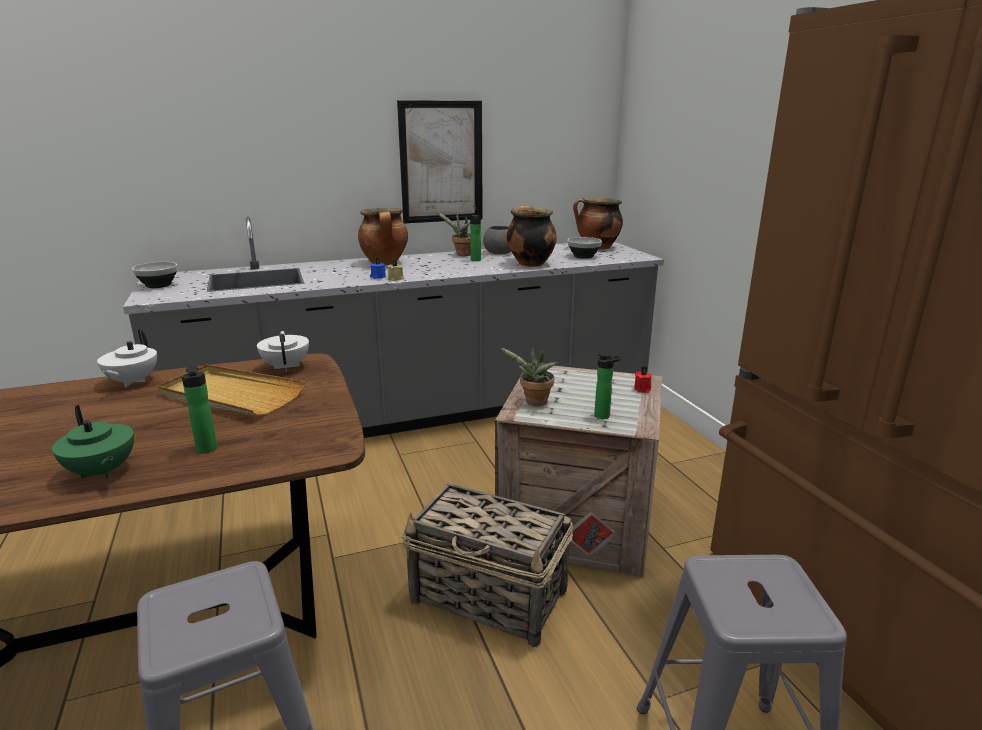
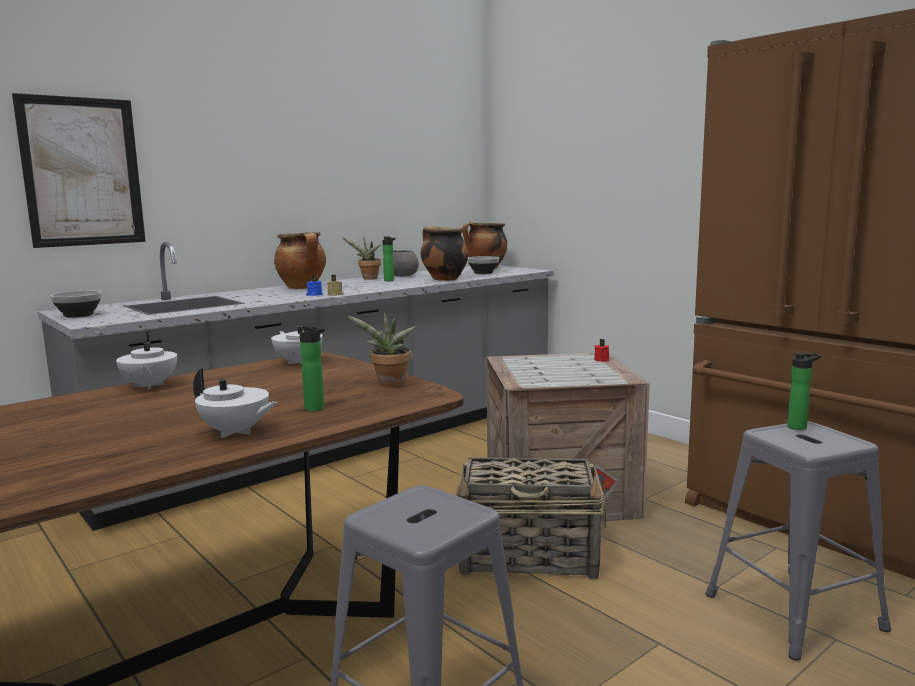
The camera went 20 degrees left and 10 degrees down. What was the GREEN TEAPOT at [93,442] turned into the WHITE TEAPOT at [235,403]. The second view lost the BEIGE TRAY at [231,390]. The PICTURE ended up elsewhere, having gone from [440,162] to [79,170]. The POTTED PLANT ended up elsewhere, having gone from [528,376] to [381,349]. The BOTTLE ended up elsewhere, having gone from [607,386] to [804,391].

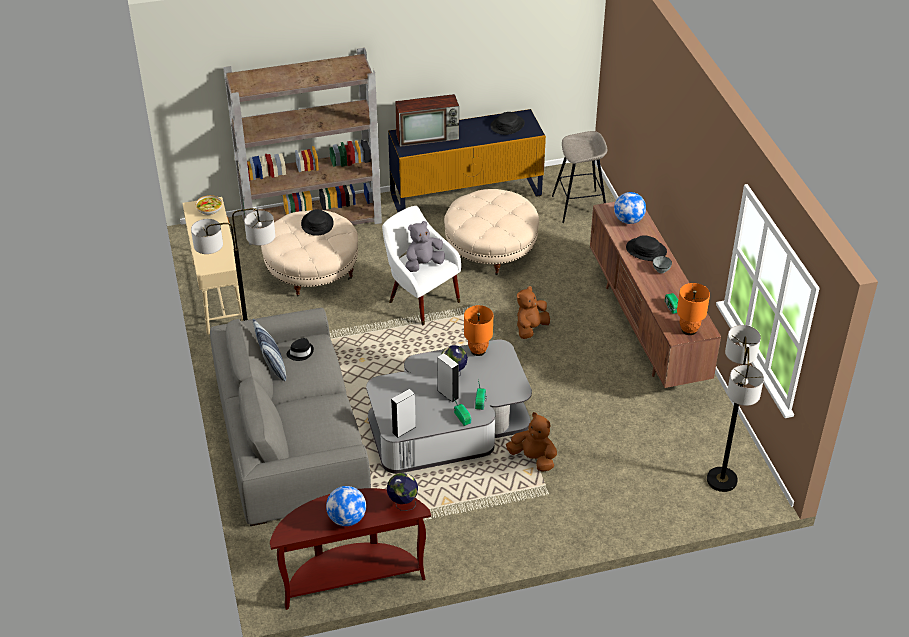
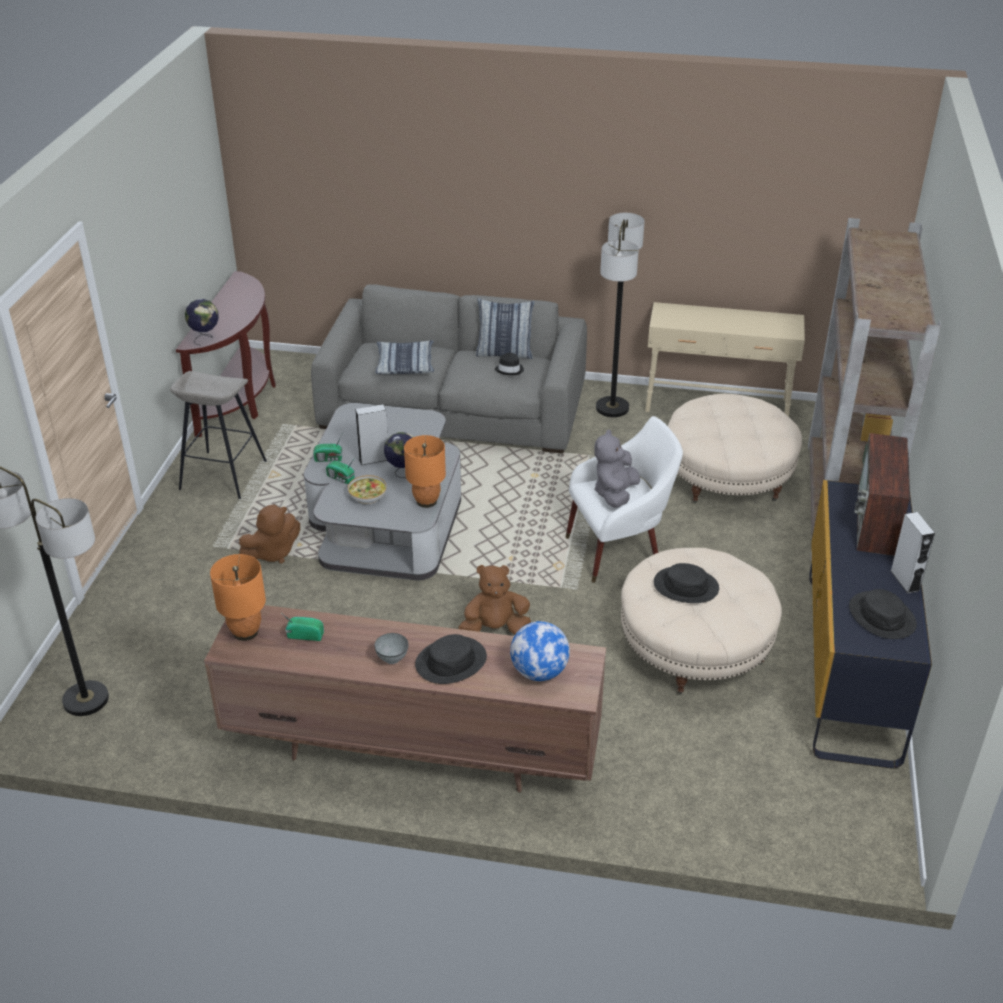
The camera went 115 degrees right and 5 degrees down. The BOWL ended up elsewhere, having gone from [209,205] to [367,489]. The BLACK HAT ended up elsewhere, having gone from [317,222] to [686,583]. The second view lost the GLOBE at [346,506]. The GREY SPEAKER ended up elsewhere, having gone from [403,413] to [913,552]. The GREY PLUSH TOY at [425,246] ended up facing another way, 150 degrees counterclockwise from before. The BROWN PLUSH TOY at [533,312] ended up facing another way, 75 degrees counterclockwise from before. The GREY STOOL ended up elsewhere, having gone from [579,177] to [218,435]. The second view gained the PILLOW at [404,357].

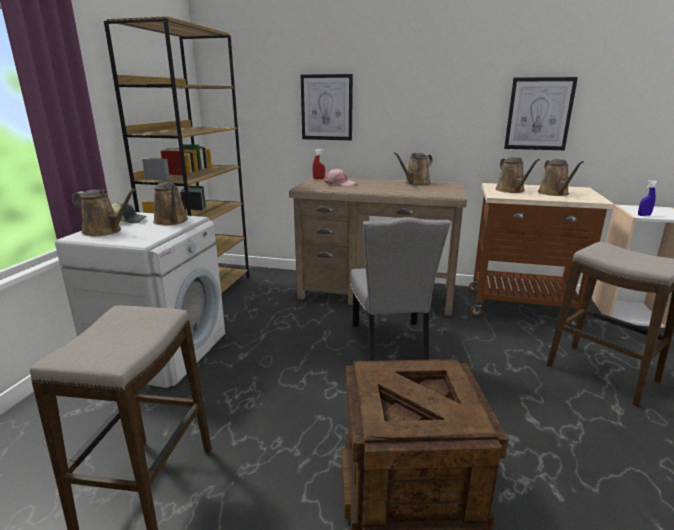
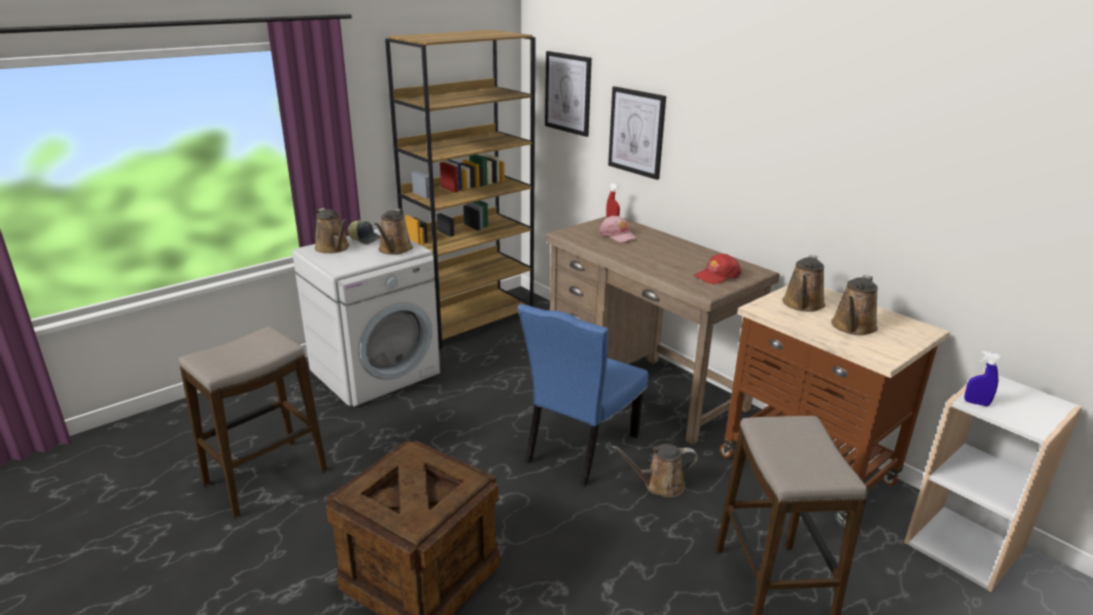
The camera went 35 degrees right and 5 degrees up. What was the GREY CHAIR at [400,289] turned into the BLUE CHAIR at [583,395]. The BROWN WATERING CAN ended up elsewhere, having gone from [413,169] to [655,470]. The PICTURE ended up elsewhere, having gone from [541,113] to [568,94]. The second view gained the RED CAP at [718,269].

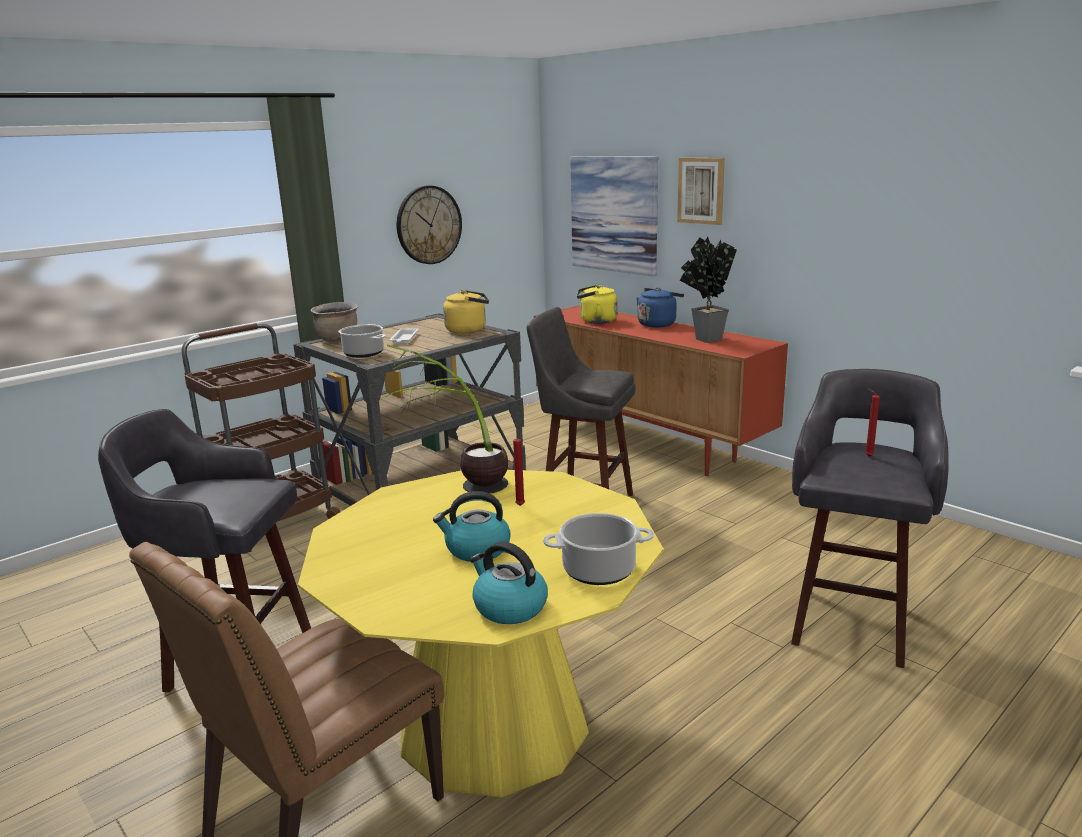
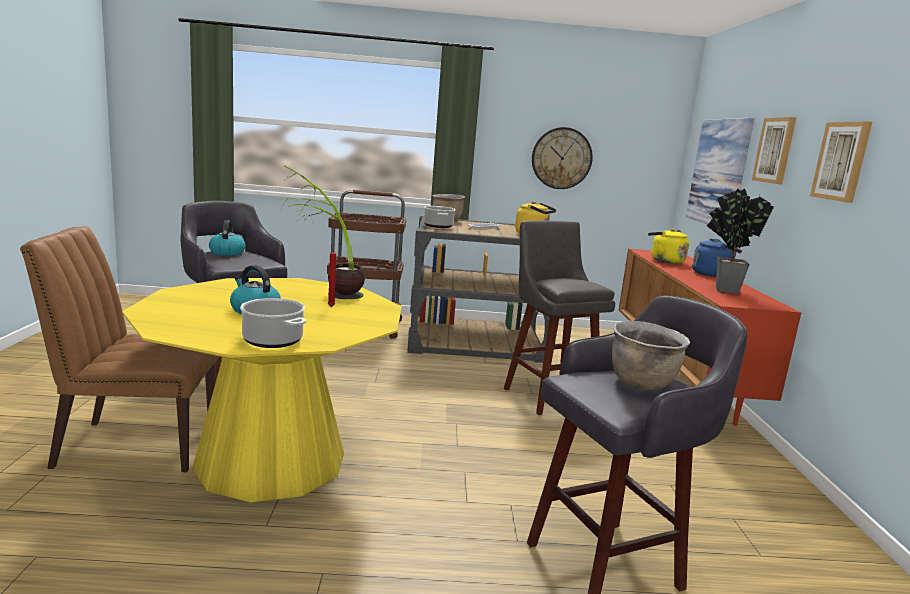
The camera went 40 degrees right and 5 degrees down. The KETTLE ended up elsewhere, having gone from [509,582] to [227,238]. Where the RED CANDLE stood at [872,423], the BROWN COOKING POT came to stand at [651,355]. The second view gained the PICTURE at [841,162].

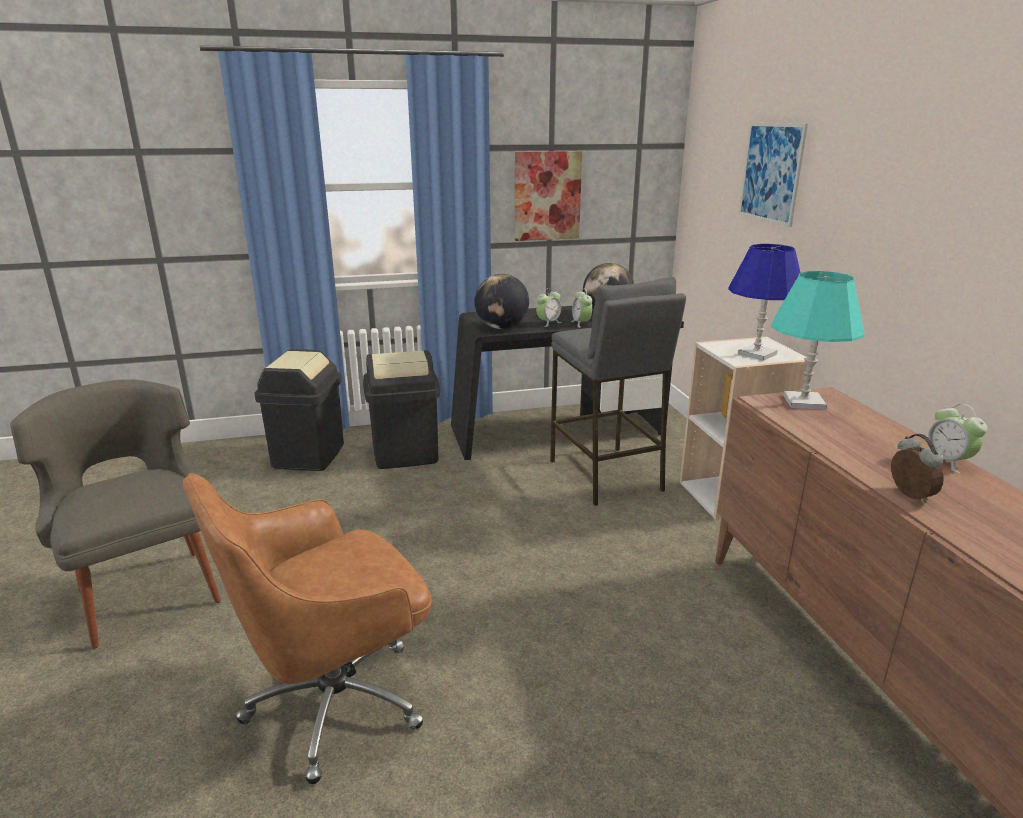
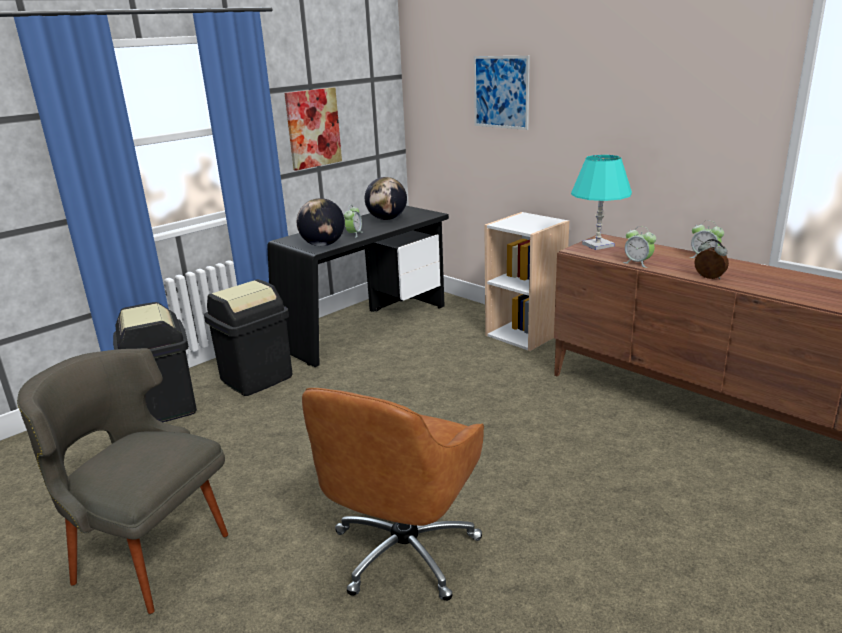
The camera went 30 degrees left and 0 degrees up. The second view lost the GREY STOOL at [618,391]. The ALARM CLOCK ended up elsewhere, having gone from [581,308] to [639,247]. The second view lost the BLUE TABLE LAMP at [764,302].

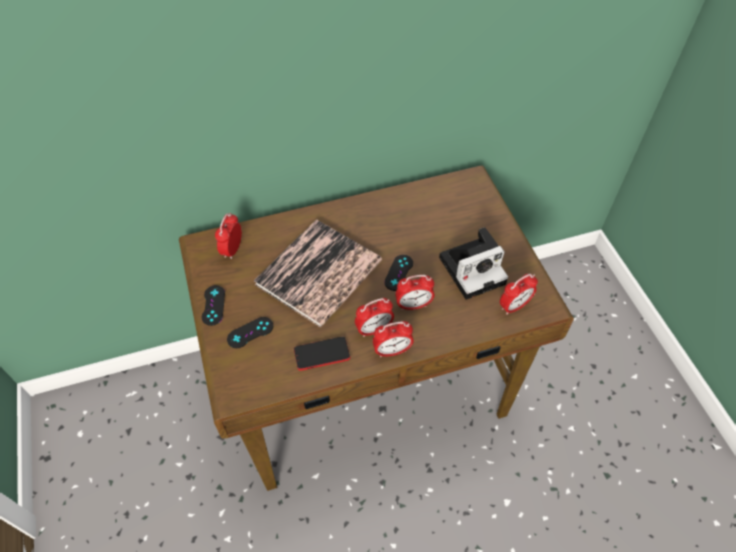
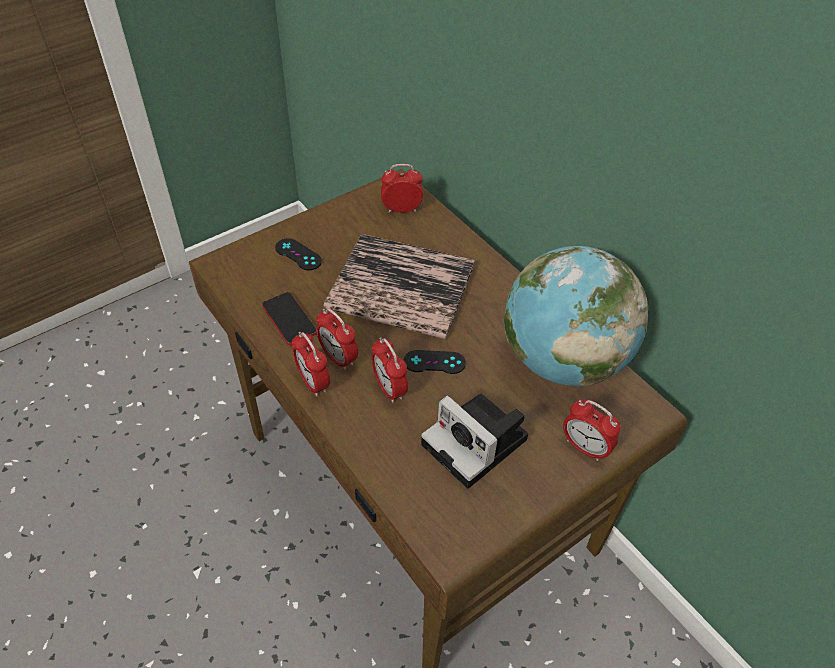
The camera went 70 degrees right and 5 degrees down. The second view lost the BLACK GAME CONTROLLER at [213,305]. The ALARM CLOCK ended up elsewhere, having gone from [519,294] to [592,430]. The second view gained the GLOBE at [576,316].

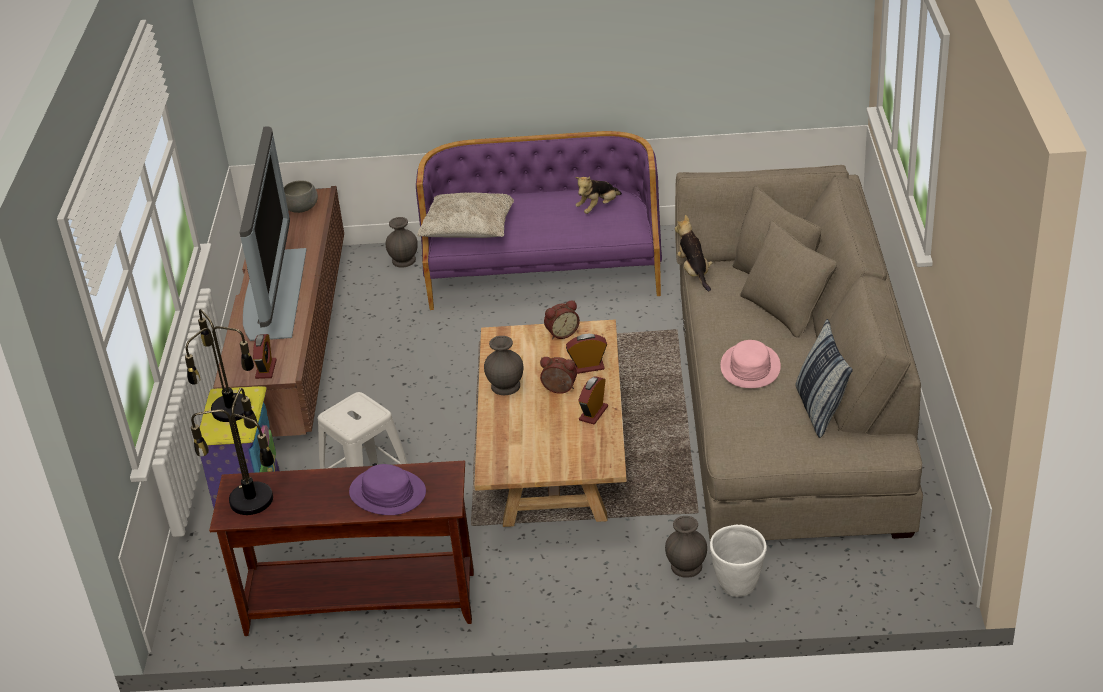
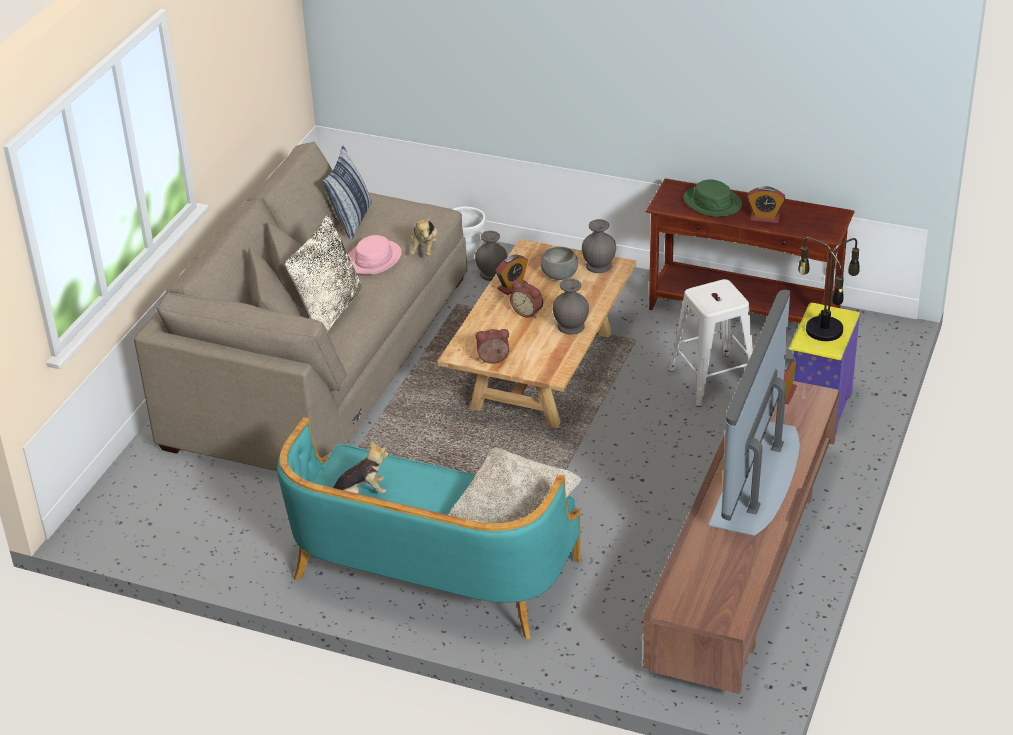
The camera went 160 degrees left and 0 degrees up. The second view lost the TABLE LAMP at [232,451]. The GREY BOWL ended up elsewhere, having gone from [301,197] to [559,263]. What was the PURPLE HAT at [387,489] turned into the GREEN HAT at [713,198]. The GREY VASE ended up elsewhere, having gone from [401,242] to [599,246]. What was the PURPLE SOFA at [539,220] turned into the TURQUOISE SOFA at [429,528]. The ALARM CLOCK ended up elsewhere, having gone from [586,354] to [766,204]. The PLUSH TOY ended up elsewhere, having gone from [694,253] to [423,236]. The second view gained the BEIGE PILLOW at [323,273].

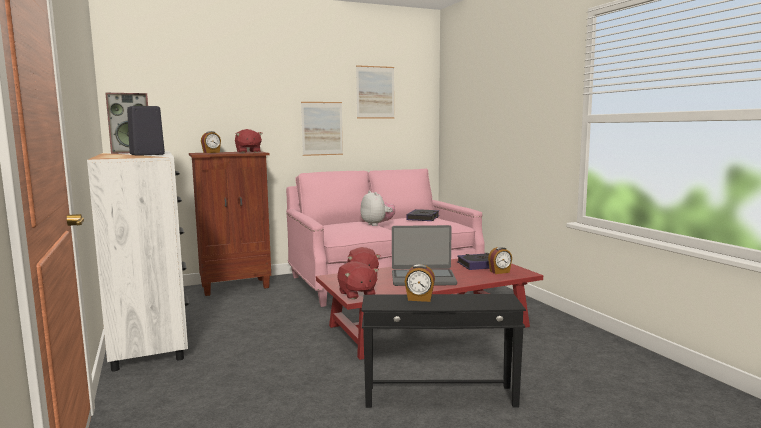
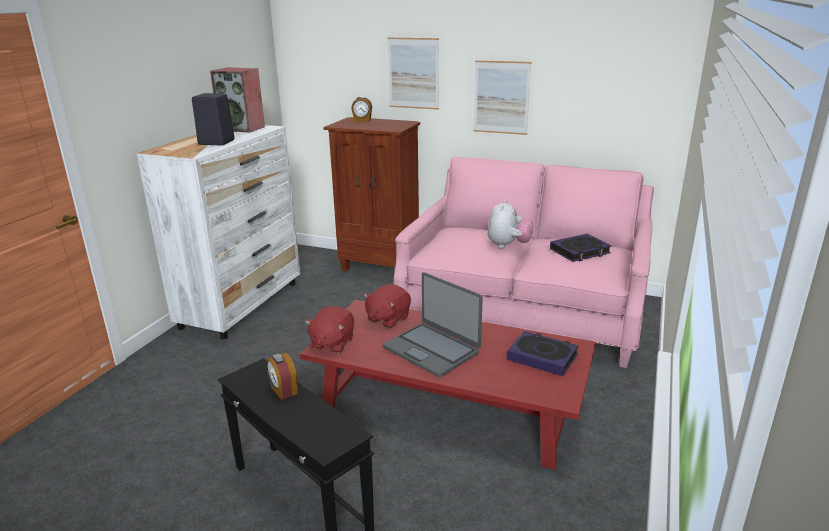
The camera went 45 degrees right and 15 degrees up. The second view lost the RED PLUSH TOY at [249,141]. The PICTURE ended up elsewhere, having gone from [375,92] to [413,73]. The second view lost the ALARM CLOCK at [500,260].

